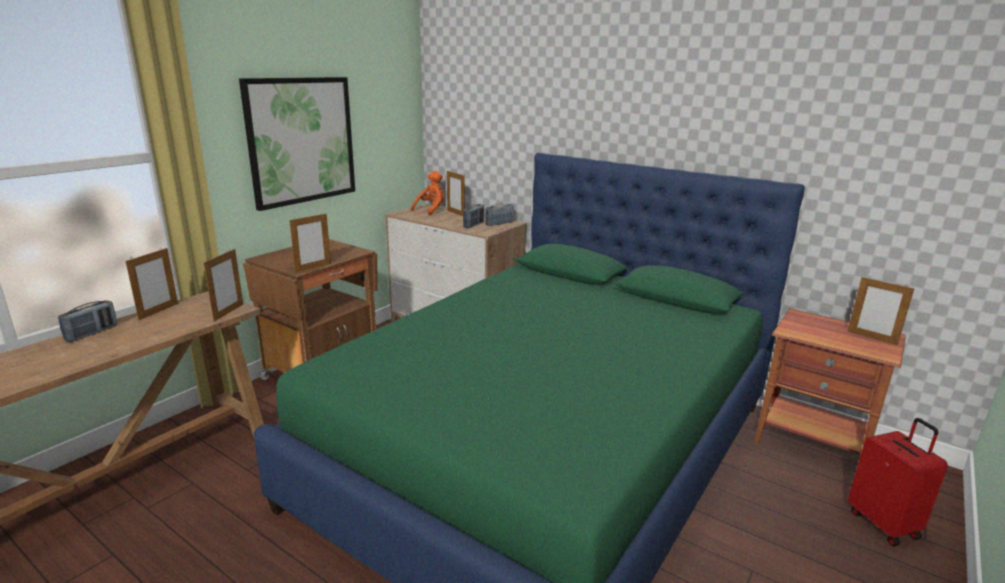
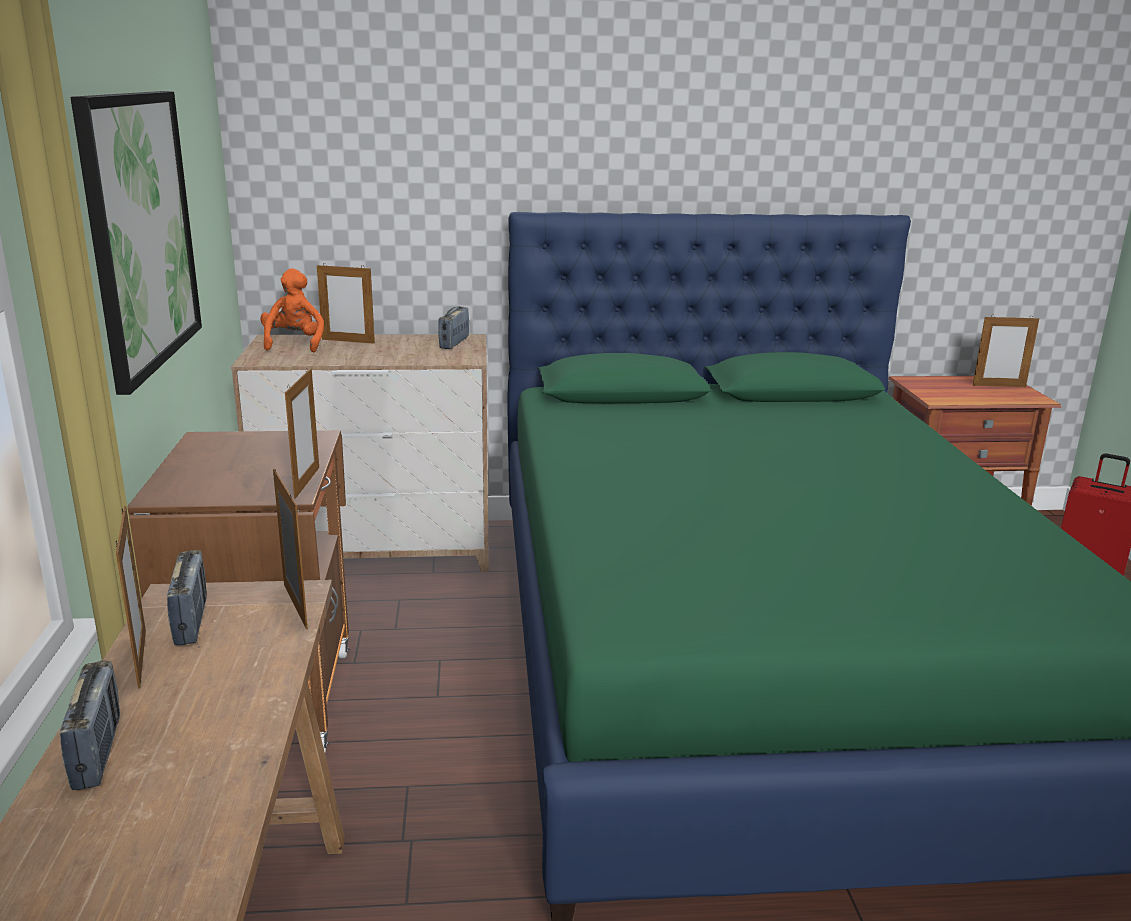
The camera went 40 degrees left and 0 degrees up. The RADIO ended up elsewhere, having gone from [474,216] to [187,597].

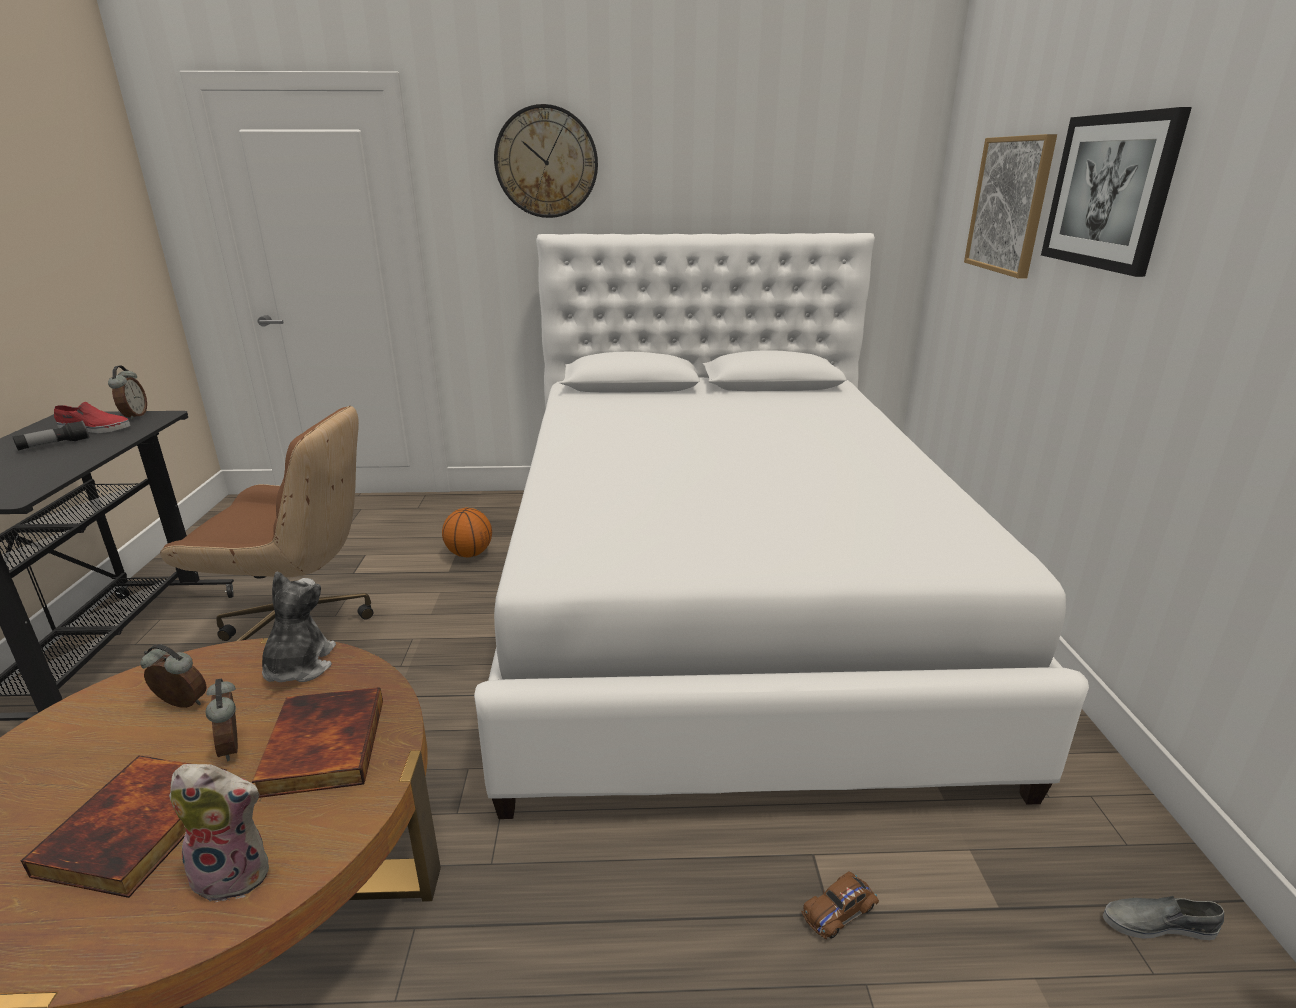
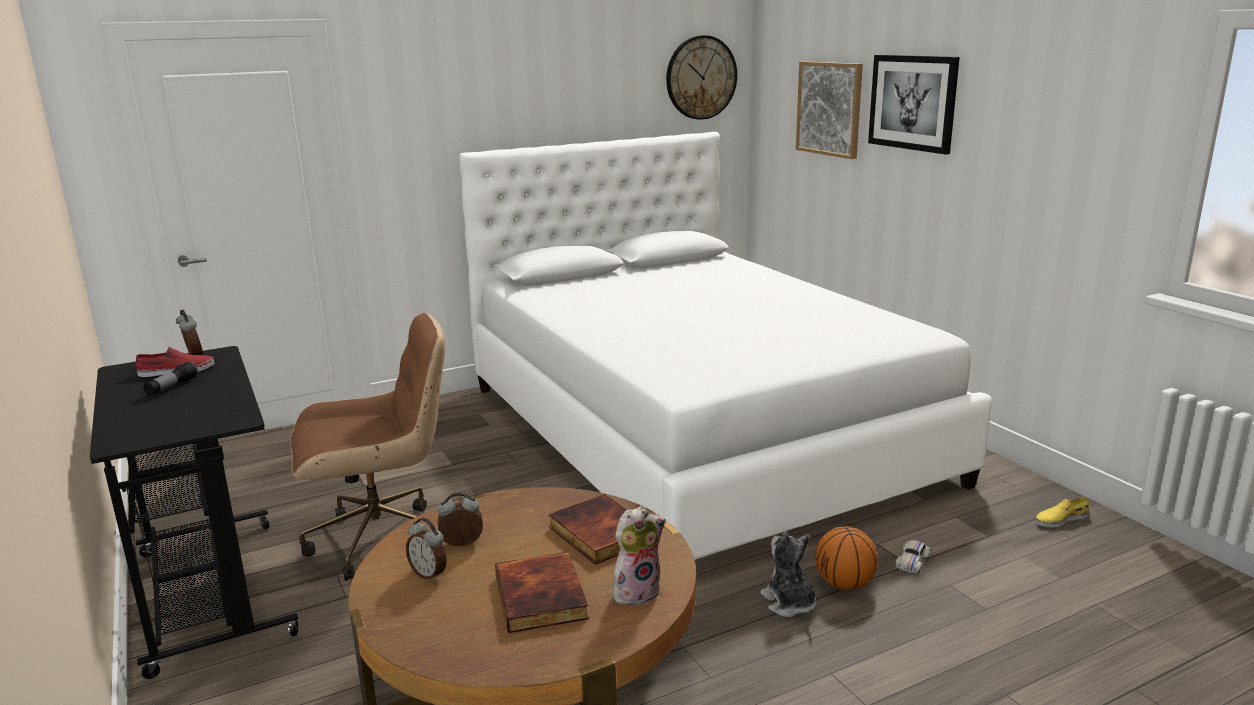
The camera went 25 degrees left and 5 degrees down. The ALARM CLOCK ended up elsewhere, having gone from [221,719] to [426,549]. The PLUSH TOY ended up elsewhere, having gone from [299,626] to [788,574]. The BASKETBALL ended up elsewhere, having gone from [467,533] to [846,558]. The WALL CLOCK ended up elsewhere, having gone from [546,161] to [701,77]. What was the BROWN TOY CAR at [840,905] turned into the WHITE TOY CAR at [913,557]. What was the GREY SHOE at [1163,917] turned into the YELLOW SHOE at [1062,512].

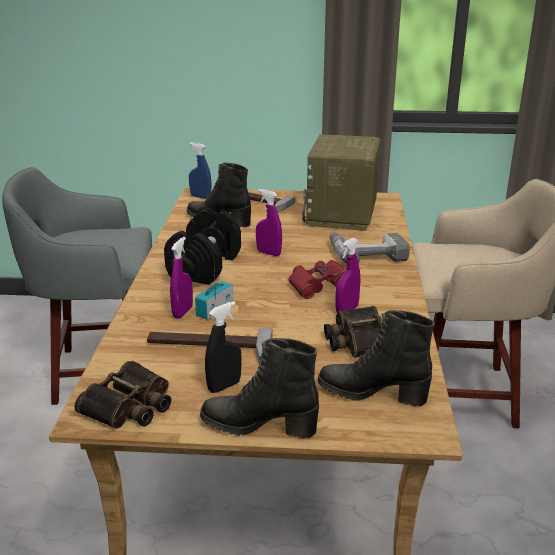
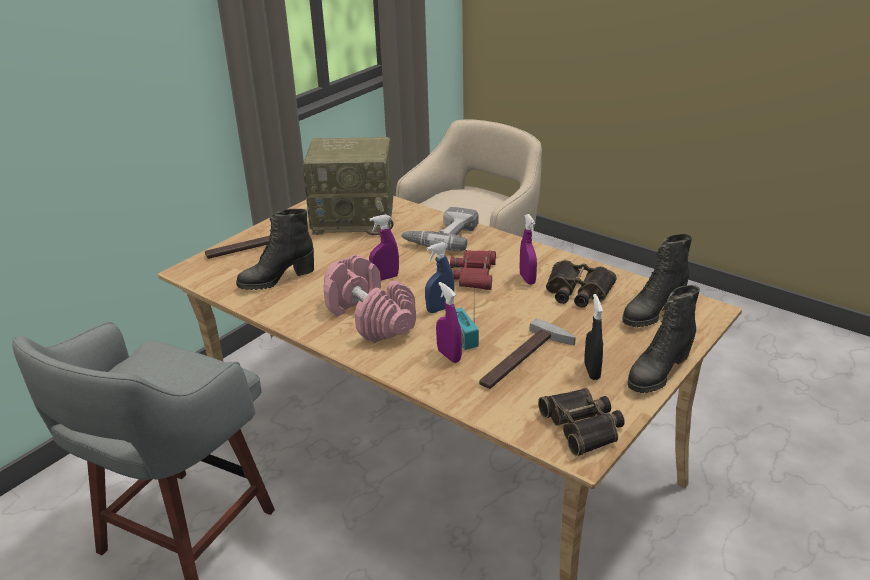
The camera went 55 degrees left and 5 degrees up. What was the BLACK DUMBBELL at [202,246] turned into the PINK DUMBBELL at [369,299]. The BLUE SPRAY BOTTLE ended up elsewhere, having gone from [200,171] to [439,277]. The RADIO at [341,182] ended up facing another way, 45 degrees counterclockwise from before.

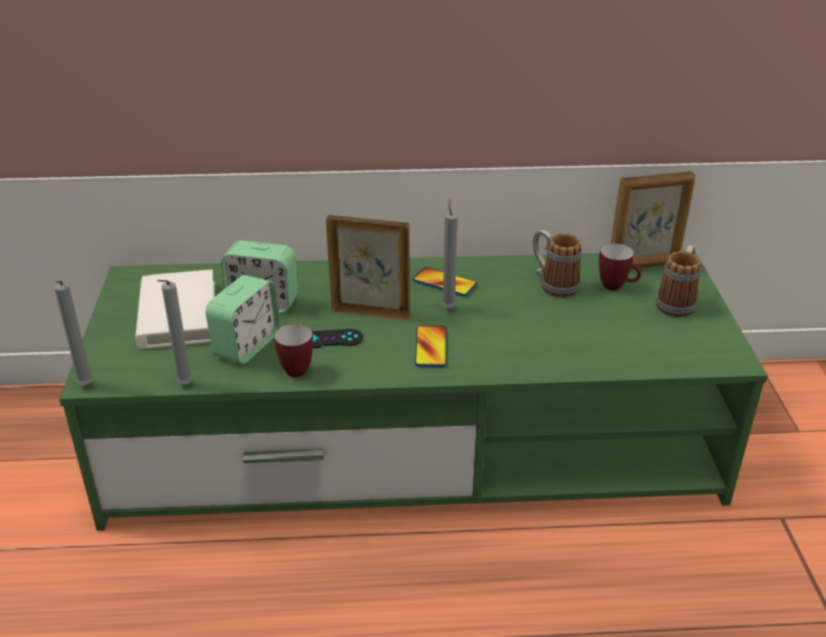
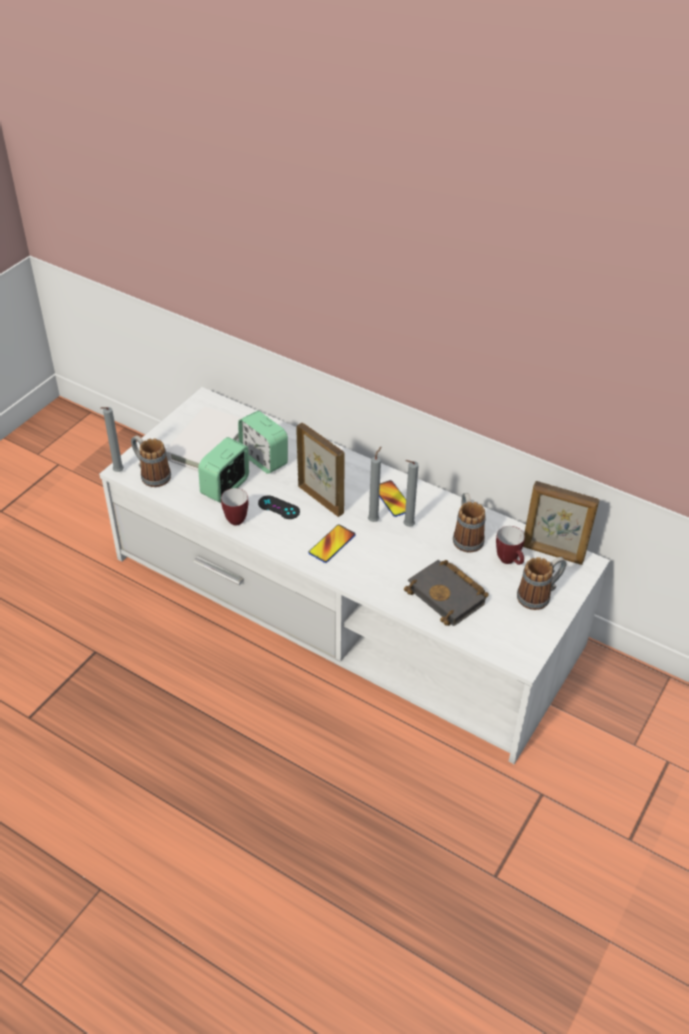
The camera went 35 degrees right and 10 degrees up. What was the GREEN TV STAND at [413,391] turned into the WHITE TV STAND at [354,575]. The GREY CANDLE ended up elsewhere, having gone from [175,332] to [411,493]. The ALARM CLOCK at [243,319] ended up facing another way, 150 degrees clockwise from before. The second view gained the MUG at [151,461]. The second view gained the BLACK BOOK at [446,593].

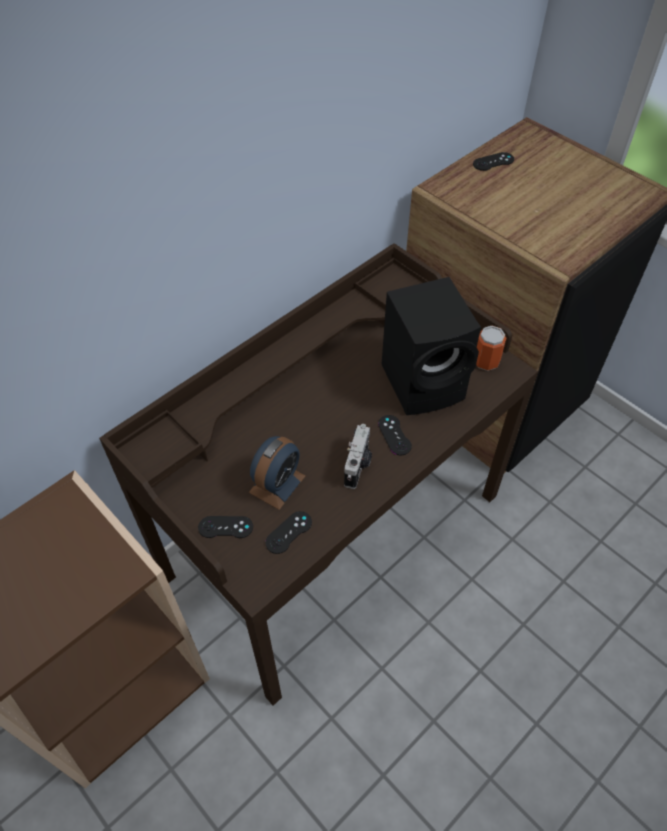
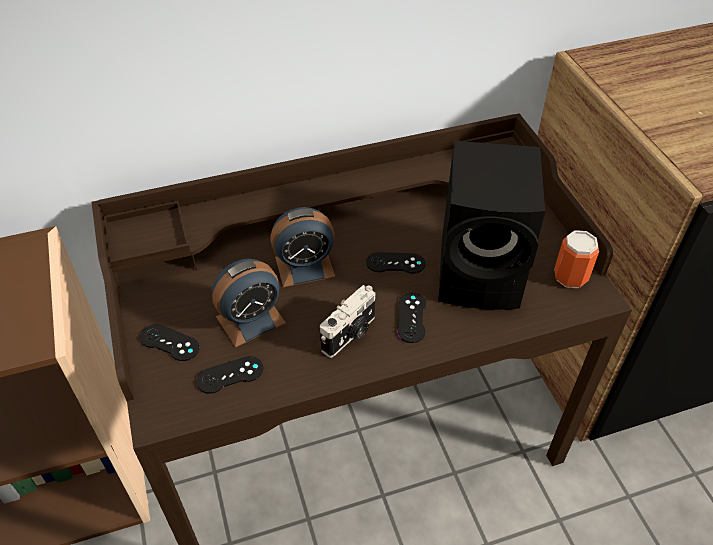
The camera went 25 degrees right and 5 degrees down. The BLACK GAME CONTROLLER ended up elsewhere, having gone from [493,161] to [395,263]. The second view gained the ALARM CLOCK at [302,247].

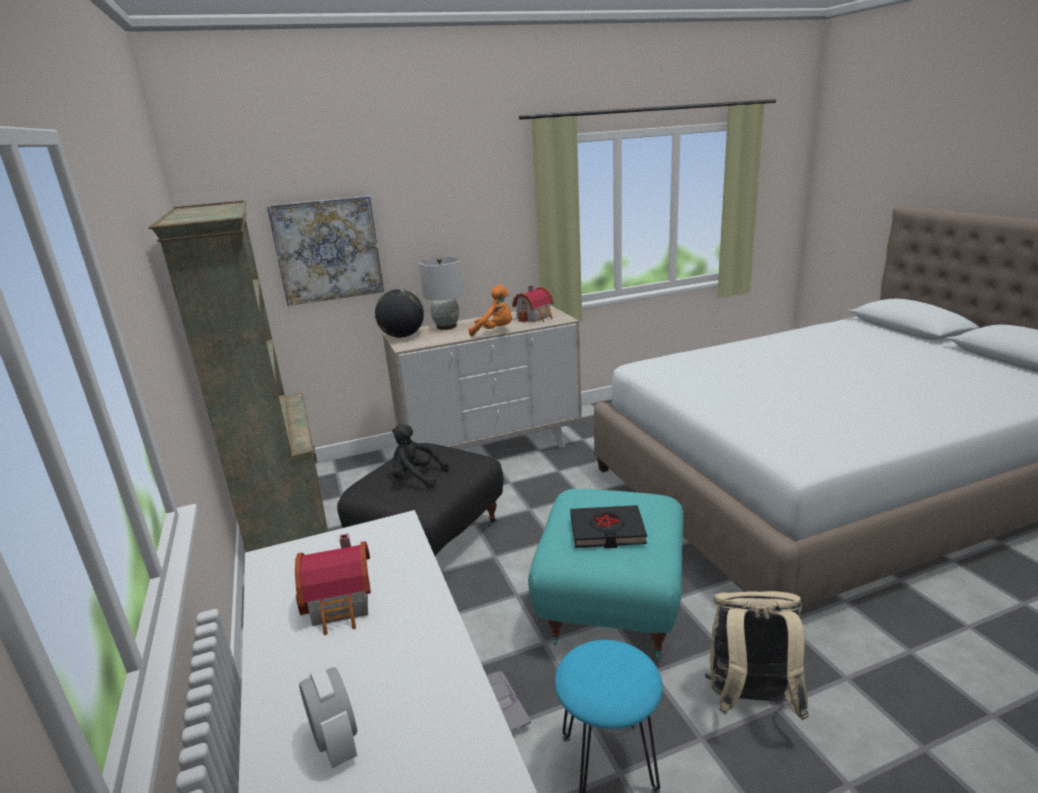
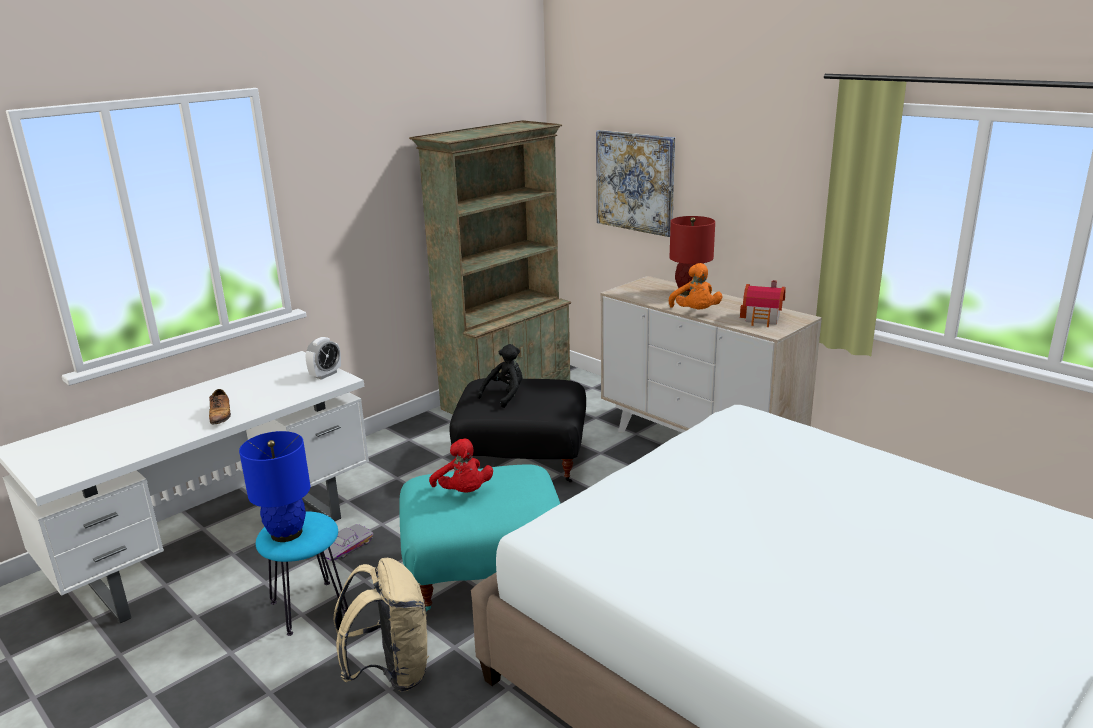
The camera went 65 degrees right and 0 degrees up. The second view lost the TOY HOUSE at [333,584]. The ALARM CLOCK ended up elsewhere, having gone from [328,718] to [323,358]. The second view lost the GLOBE at [399,313]. The BLACK PLUSH TOY at [420,456] ended up facing another way, 45 degrees clockwise from before. What was the WHITE TABLE LAMP at [441,293] turned into the RED TABLE LAMP at [692,256]. Where the BLACK BOOK stood at [608,527], the RED PLUSH TOY came to stand at [461,466]. The second view gained the SHOE at [220,406]. The second view gained the BLUE TABLE LAMP at [274,486].

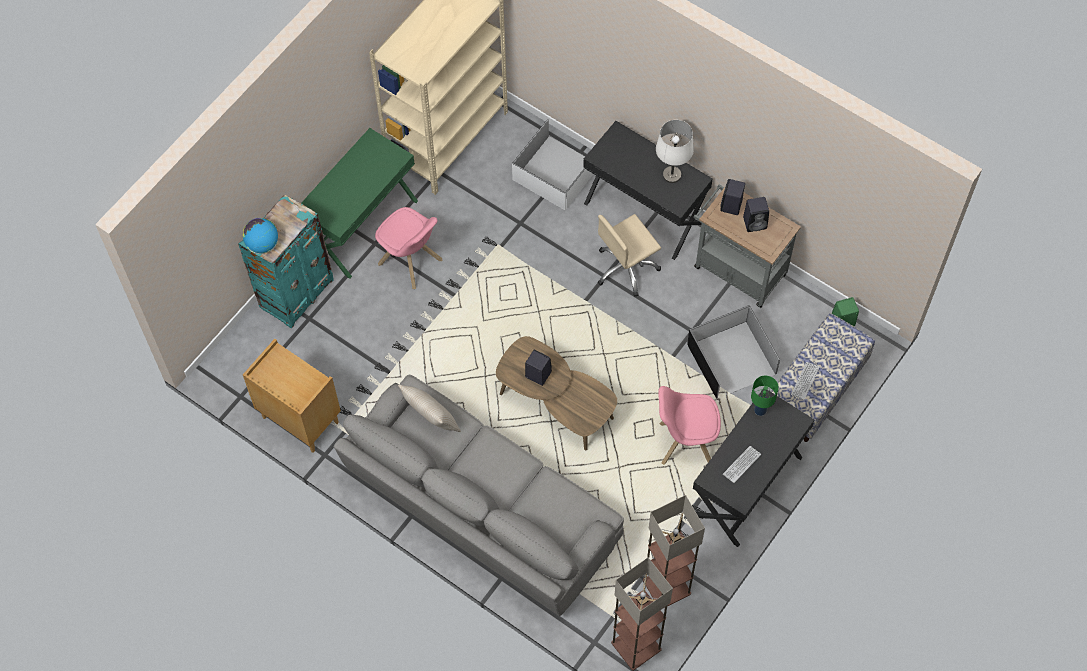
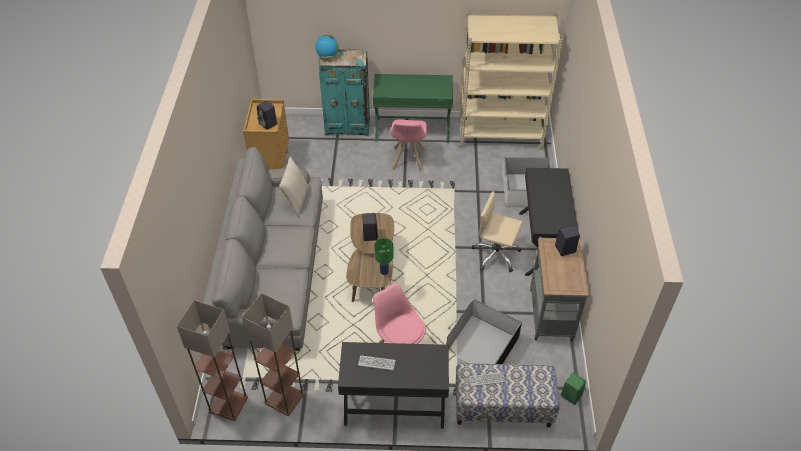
The camera went 55 degrees right and 15 degrees down. The second view lost the WHITE TABLE LAMP at [675,151]. The BLACK SPEAKER ended up elsewhere, having gone from [756,214] to [267,115]. The GREEN TABLE LAMP ended up elsewhere, having gone from [765,396] to [383,256].

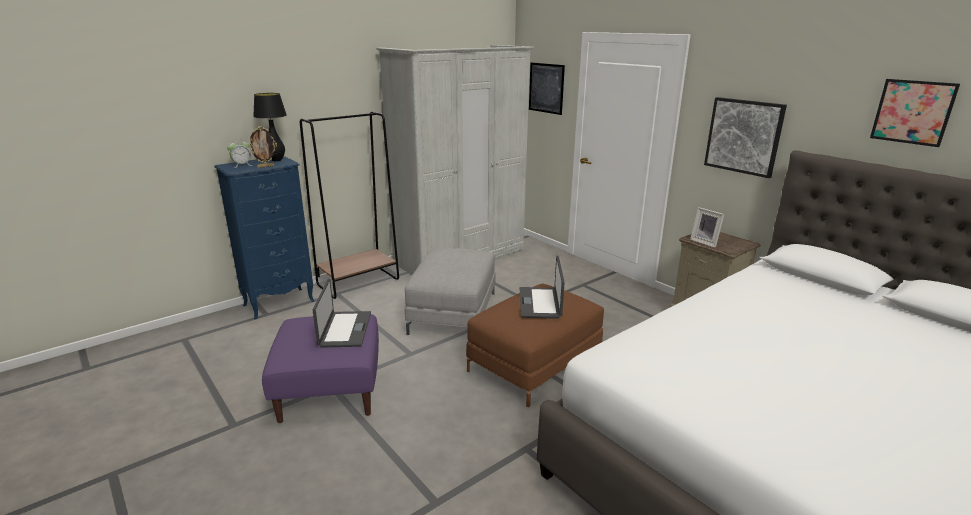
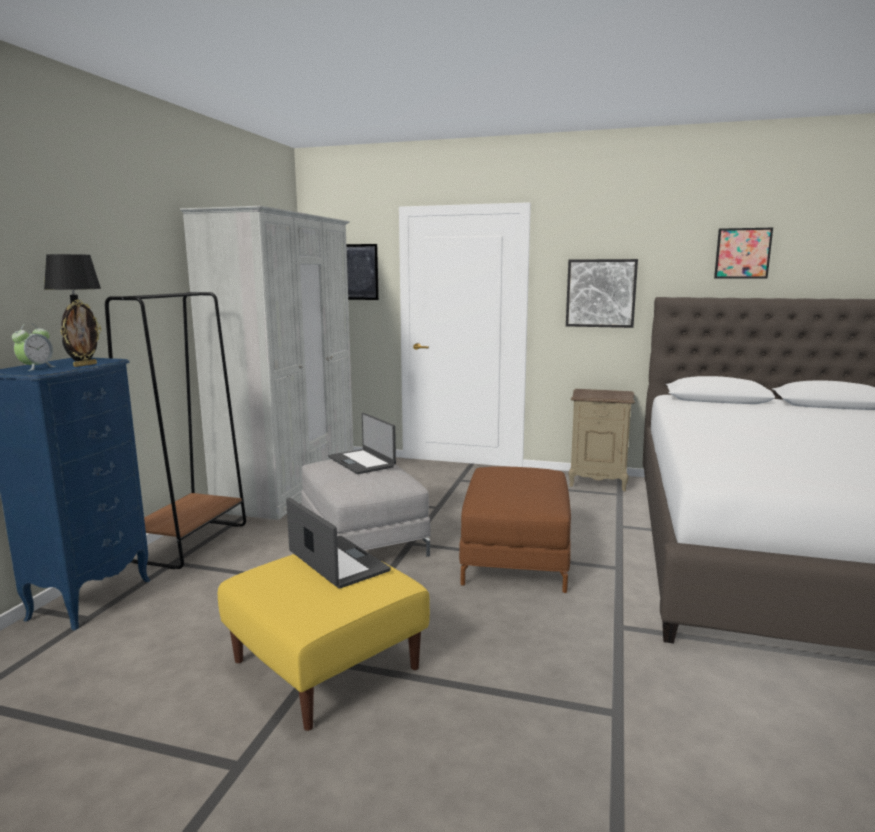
The camera went 35 degrees left and 10 degrees down. What was the PURPLE OTTOMAN at [320,368] turned into the YELLOW OTTOMAN at [324,642]. The LAPTOP ended up elsewhere, having gone from [542,287] to [362,443]. The second view lost the PICTURE FRAME at [707,227].

